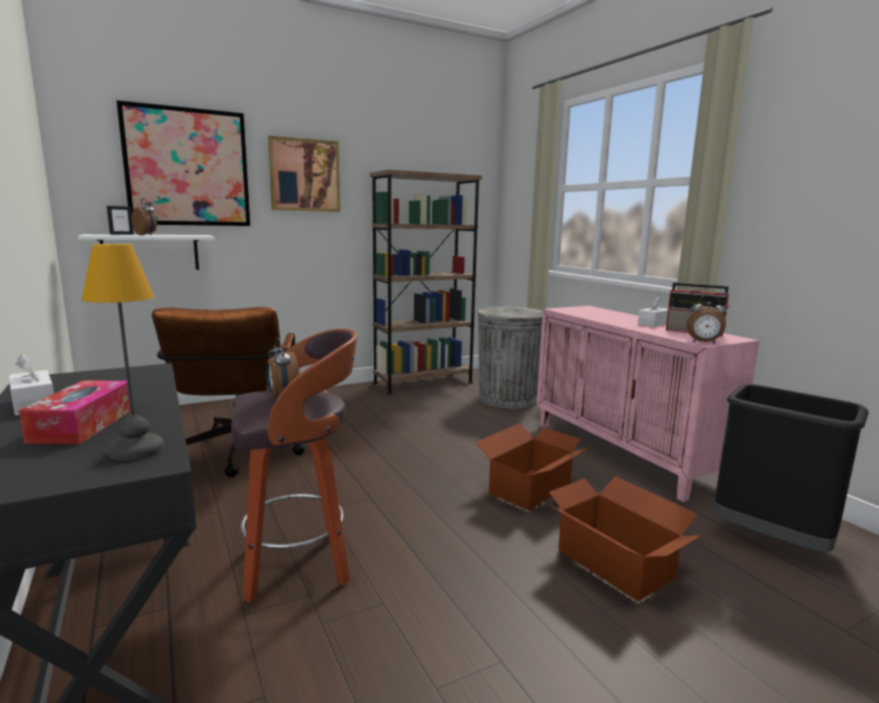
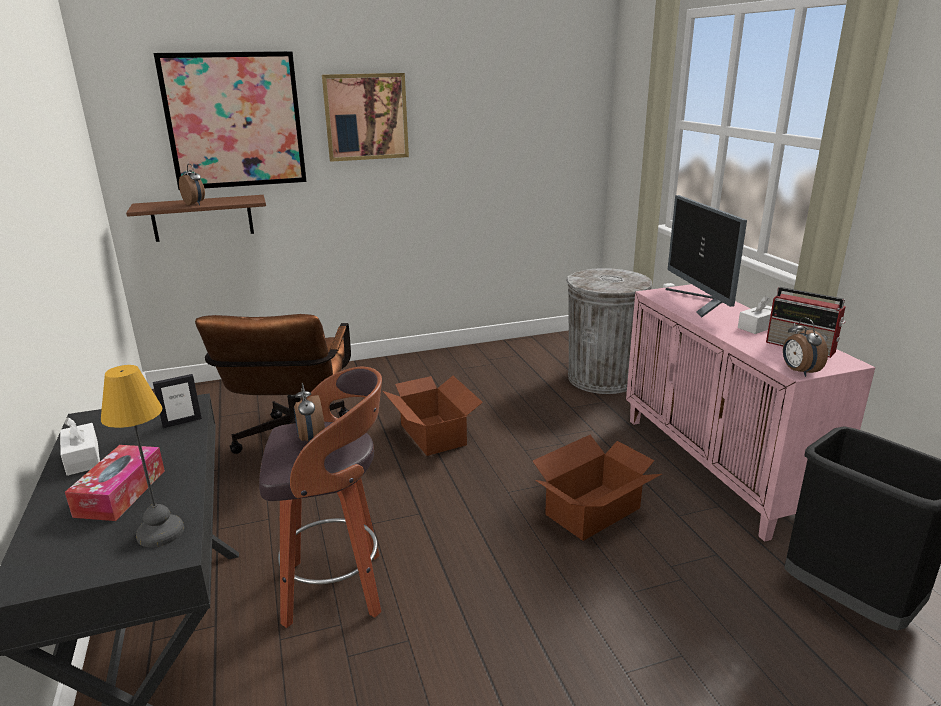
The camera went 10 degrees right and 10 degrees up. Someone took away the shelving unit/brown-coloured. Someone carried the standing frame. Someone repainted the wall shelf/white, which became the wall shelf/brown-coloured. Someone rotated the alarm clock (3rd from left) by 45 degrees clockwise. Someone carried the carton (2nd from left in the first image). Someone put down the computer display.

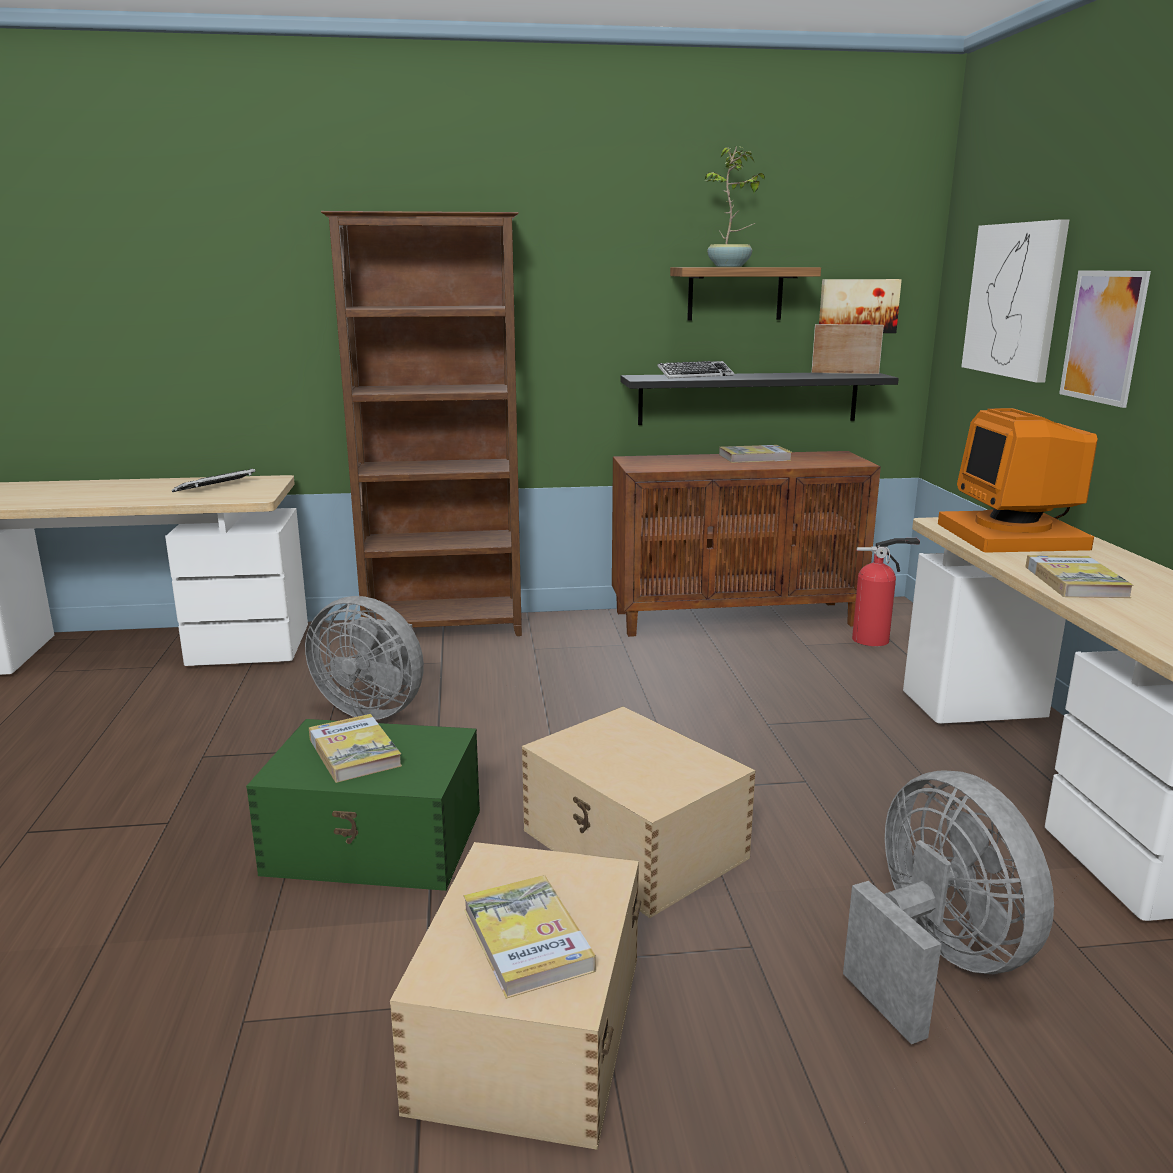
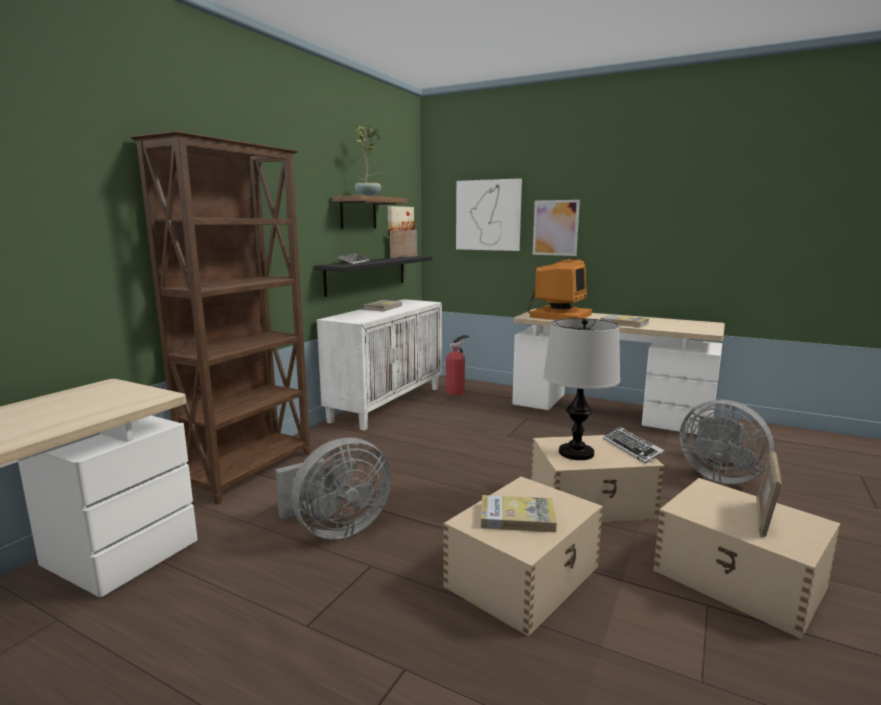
The camera went 55 degrees left and 5 degrees down. Someone rotated the computer display by 90 degrees counterclockwise. Someone repainted the cabinet/brown-coloured, which became the cabinet/white. Someone carried the PC keyboard (1st from left in the first image). Someone repainted the storage bin/green-coloured, which became the storage bin/sand-coloured (1st from left). Someone rotated the cooling fan/greyish (2nd from left) by 150 degrees counterclockwise. Someone swapped the book (2nd from left) for the standing frame (2nd from left). Someone put down the table lamp.

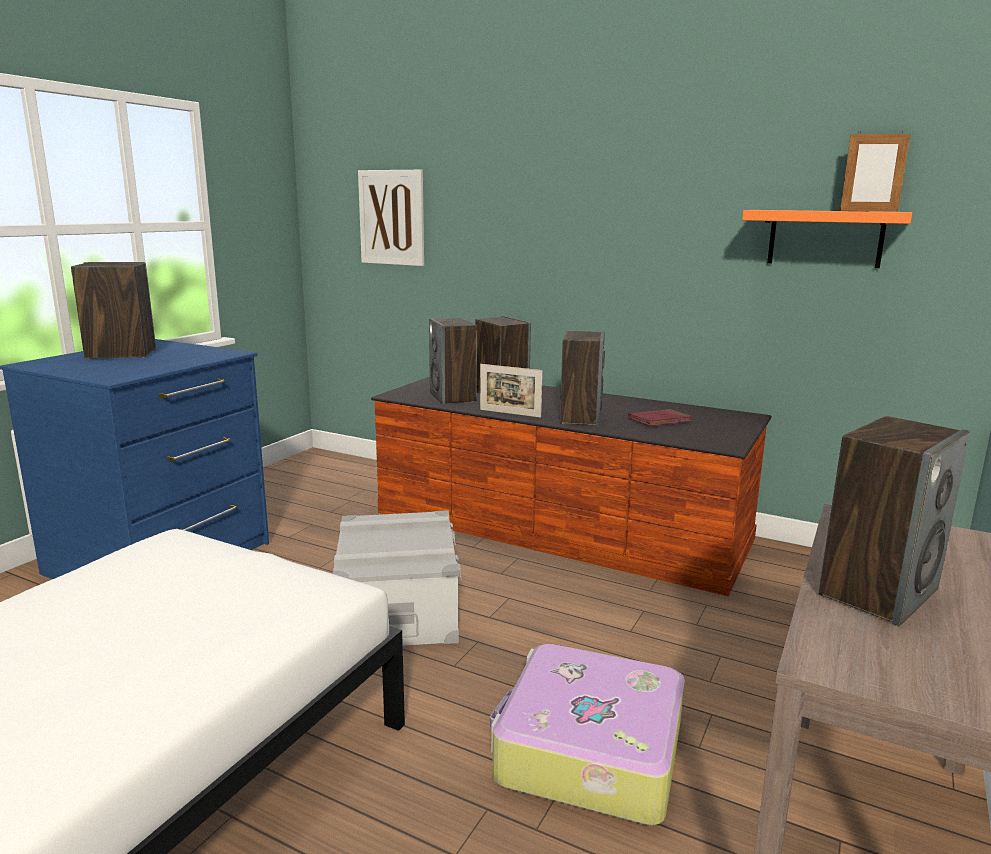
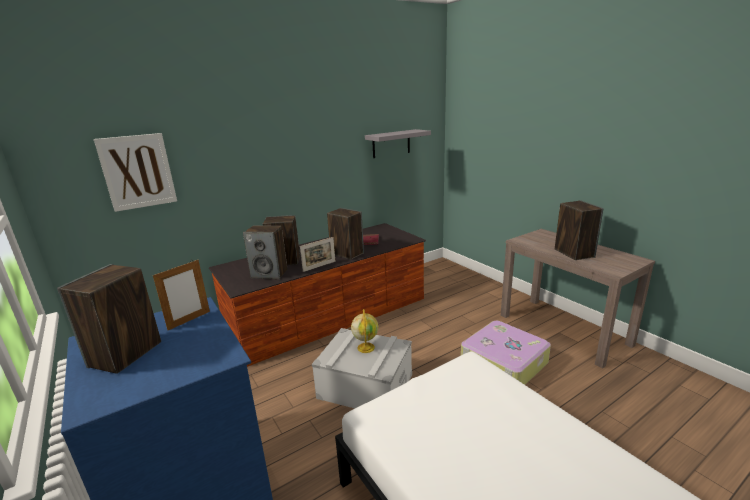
The camera went 60 degrees left and 5 degrees up. Someone carried the standing frame (2nd from left in the first image). Someone repainted the wall shelf/orange-coloured, which became the wall shelf/greyish. Someone put down the desk globe.

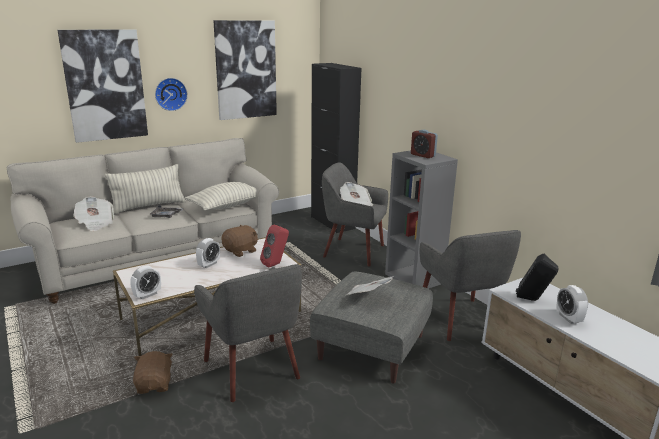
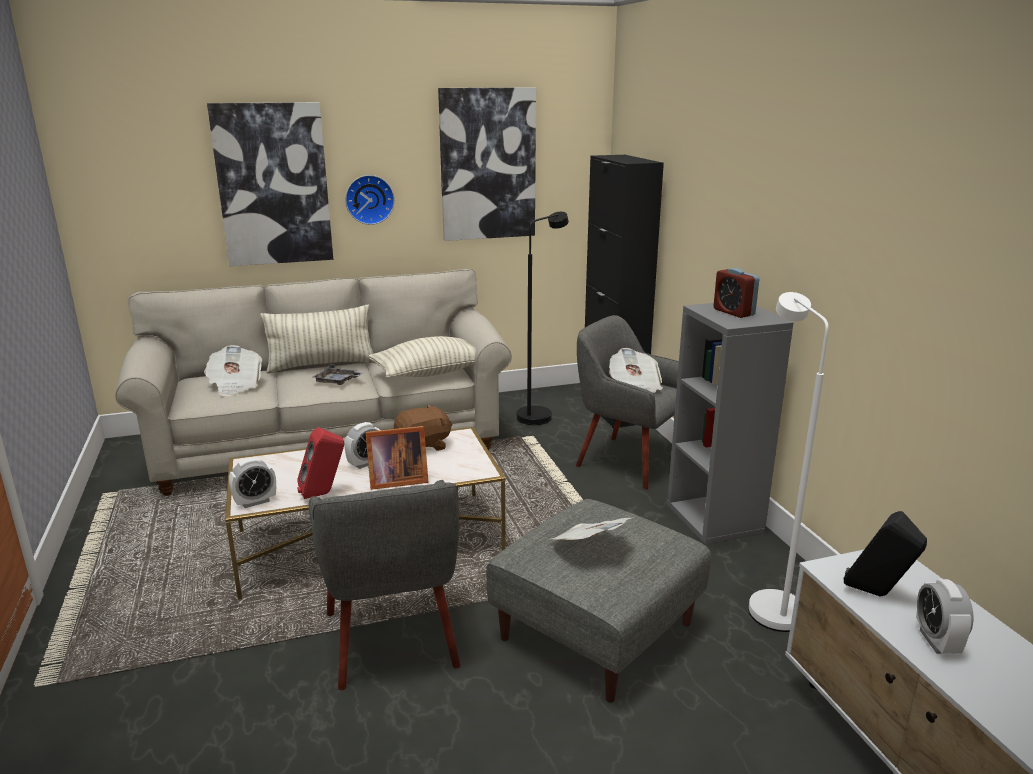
The camera went 15 degrees right and 0 degrees up. Someone carried the speaker/red. Someone swapped the easy chair/greyish (3rd from left) for the standard lamp/white. Someone took away the cuddly toy/brown-coloured (1st from left). Someone put down the standard lamp/blackish. Someone put down the standing frame.

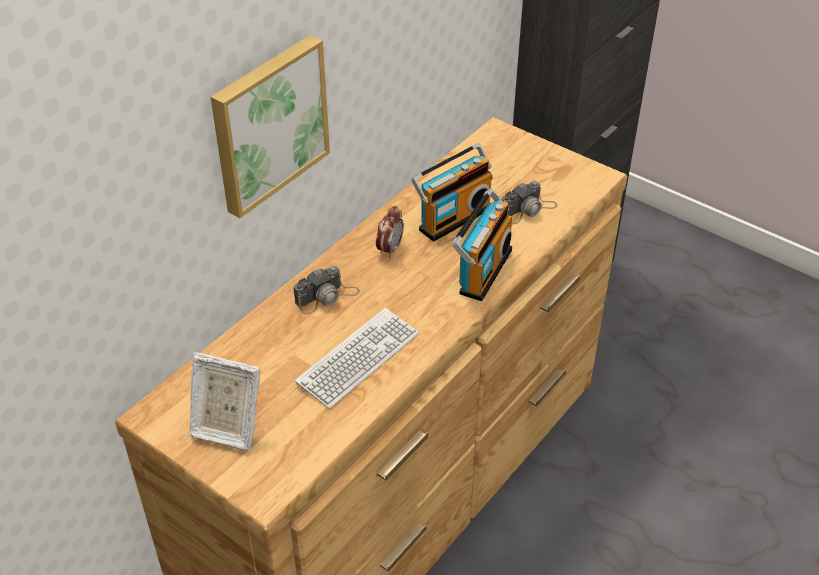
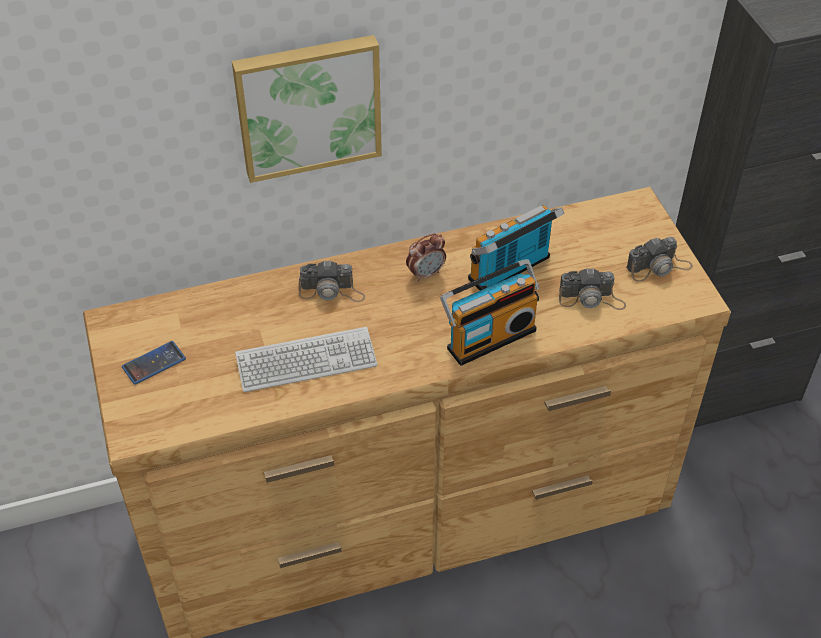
The camera went 35 degrees right and 5 degrees up. Someone rotated the radio set (1st from left in the first image) by 150 degrees clockwise. Someone swapped the standing frame for the phone. Someone put down the photo camera (3rd from left).

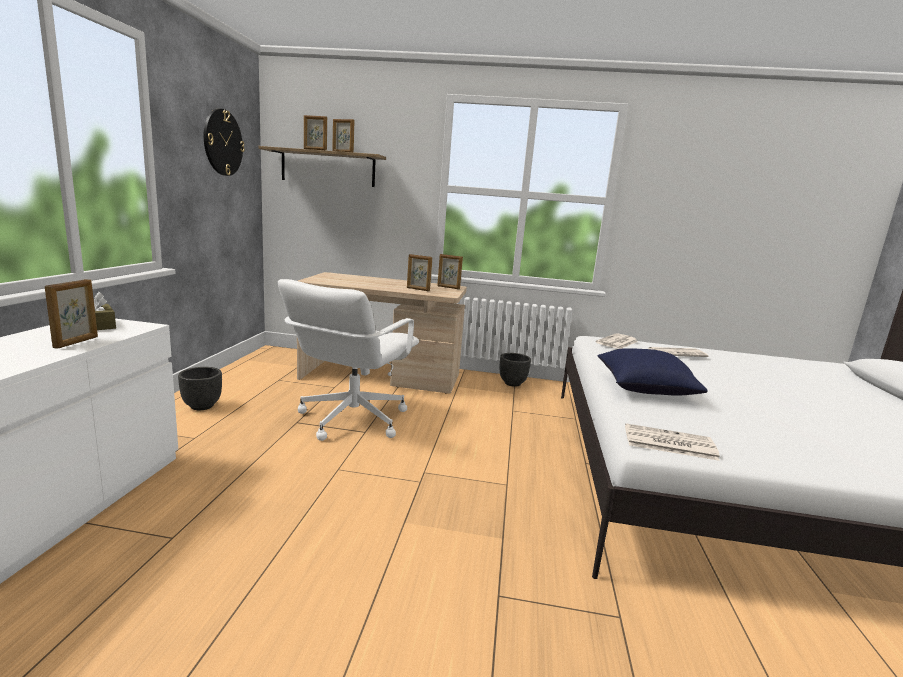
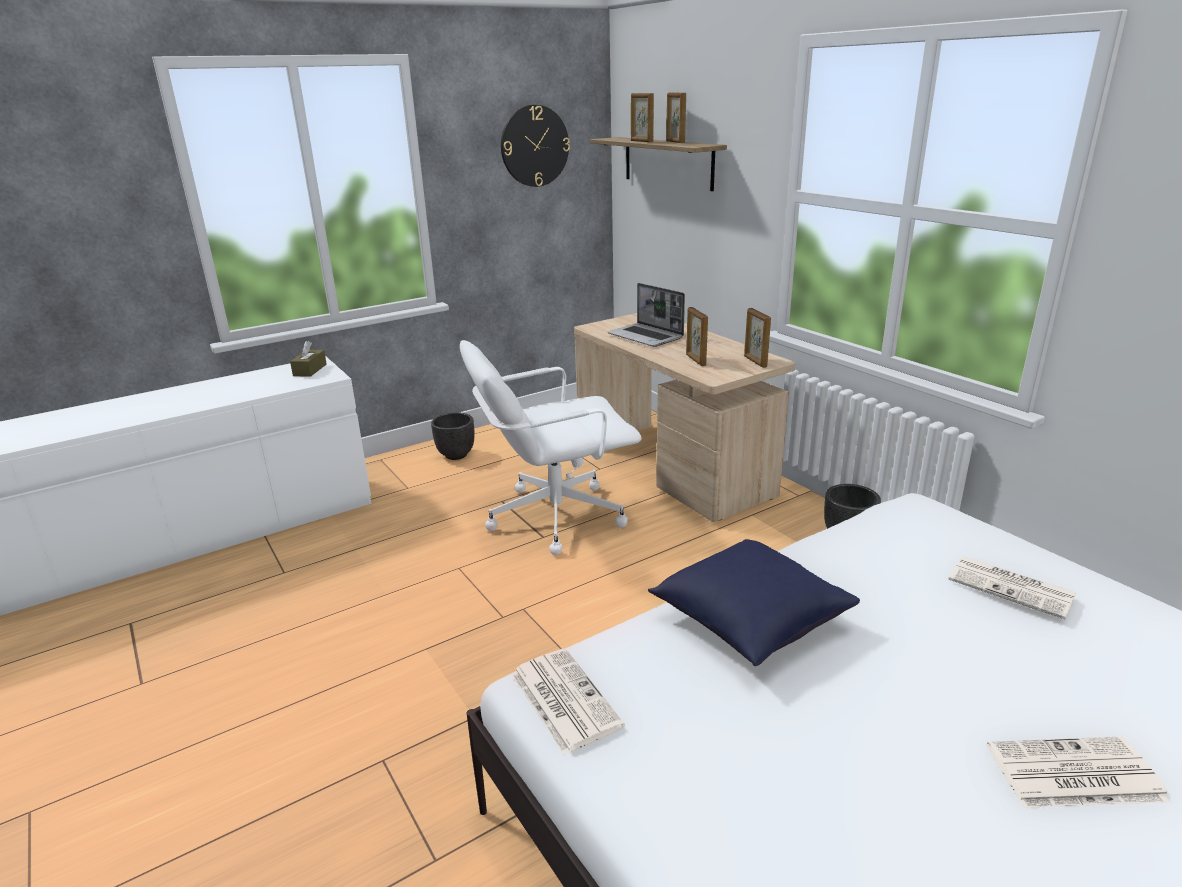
The camera went 50 degrees right and 10 degrees up. Someone took away the standing frame (1st from left). Someone carried the printed paper (1st from left in the first image). Someone put down the notebook computer.

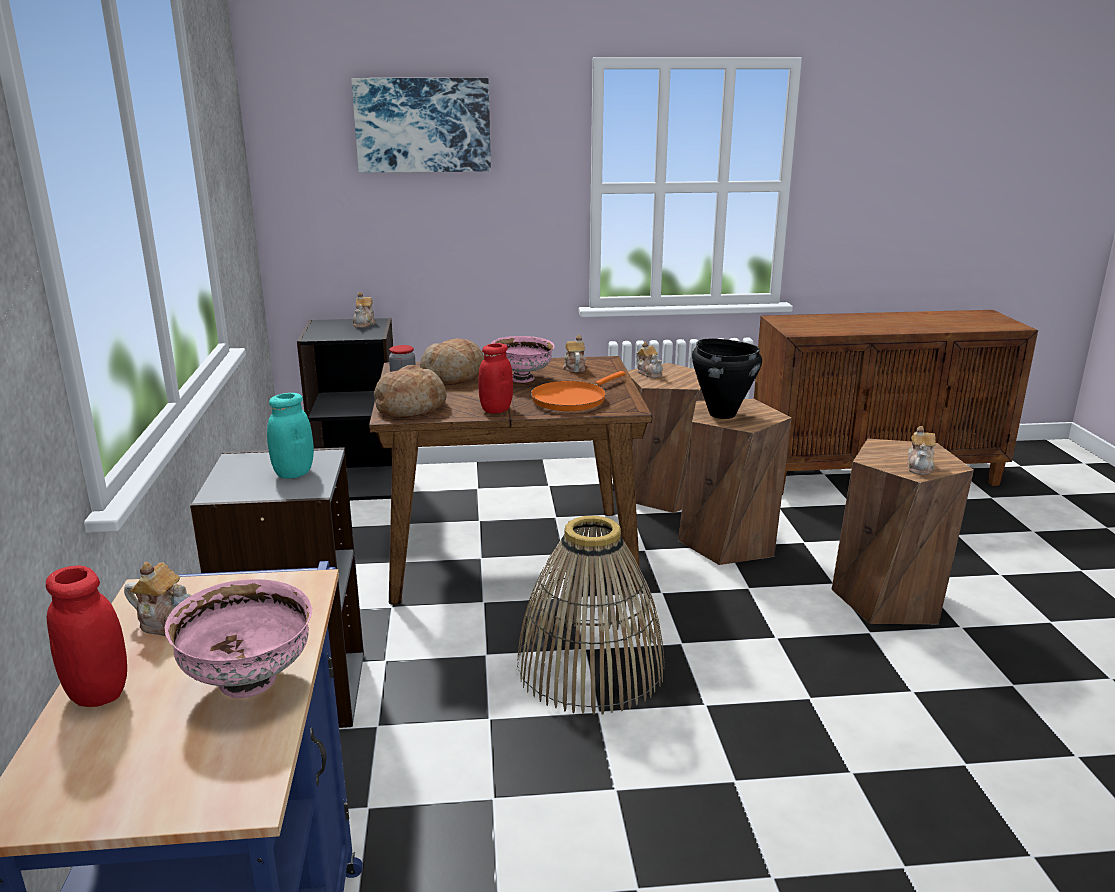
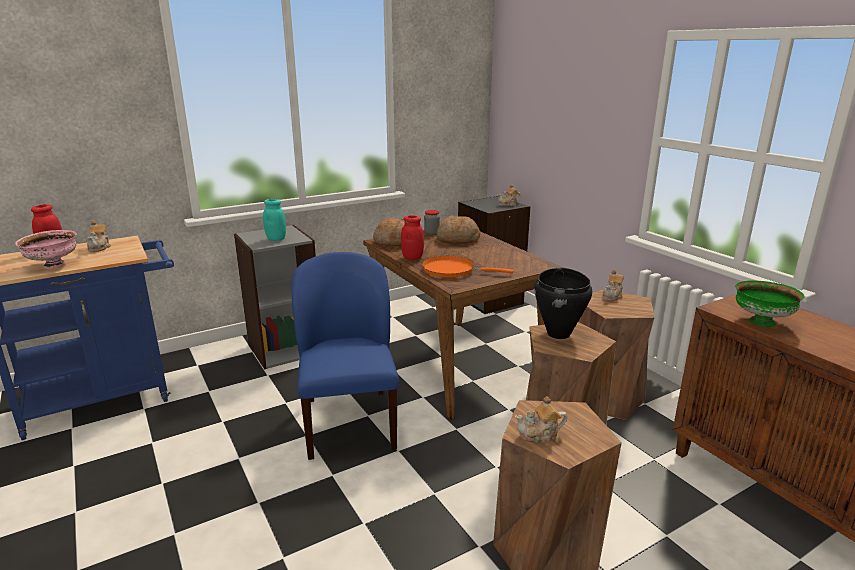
The camera went 65 degrees right and 0 degrees up. Someone took away the wall art. Someone took away the pot for tea (3rd from left). Someone took away the deep dish/pink-coloured (2nd from left). Someone swapped the household basket for the upright chair/blue-coloured. Someone put down the deep dish/green-coloured.

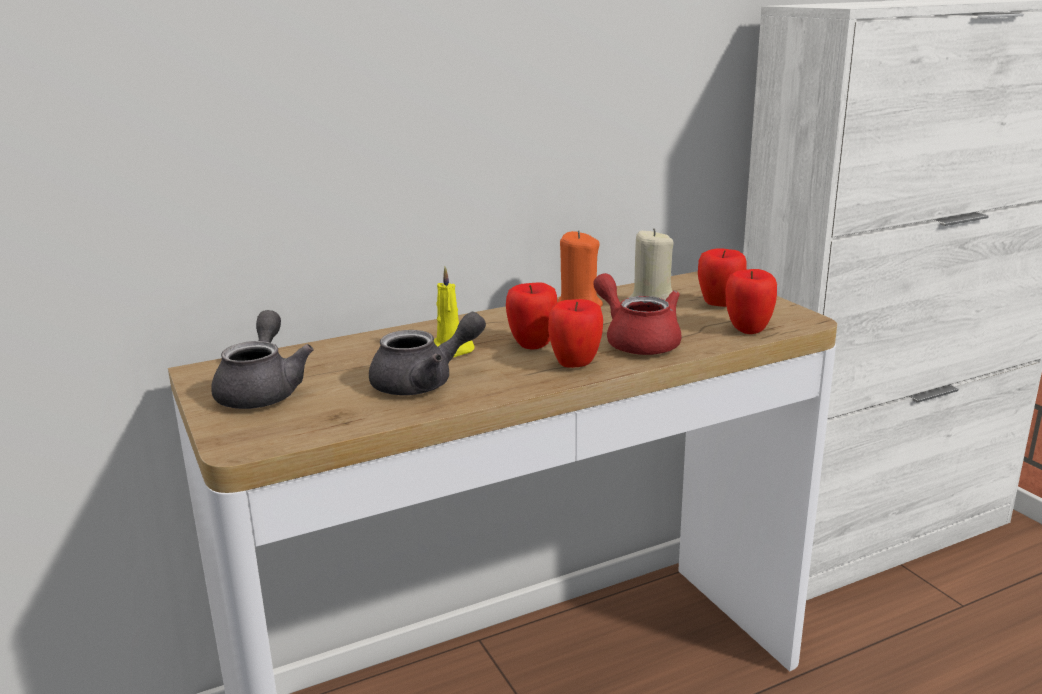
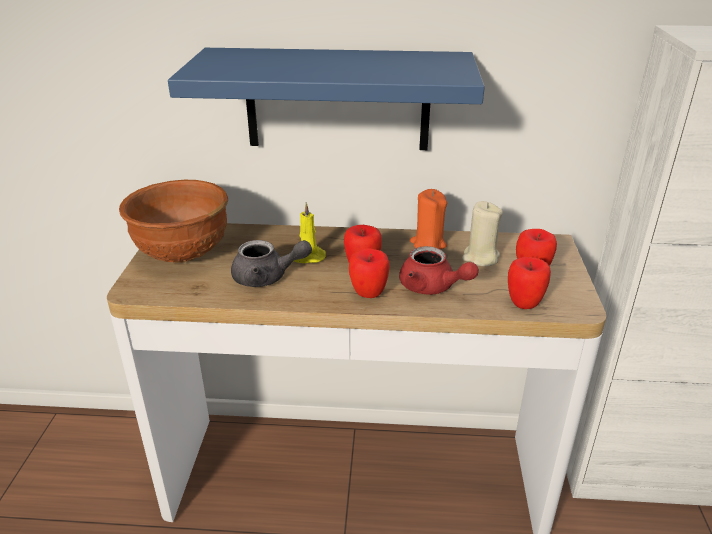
The camera went 30 degrees right and 10 degrees up. Someone rotated the pot for tea/red by 135 degrees clockwise. Someone swapped the pot for tea/greyish (1st from left) for the deep dish/brown-coloured. Someone put up the wall shelf/blue-coloured.

